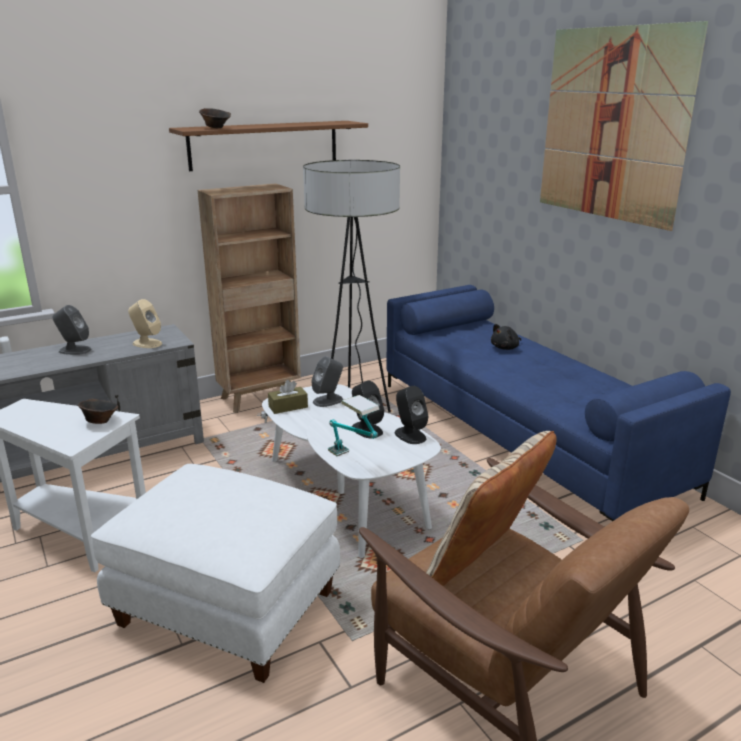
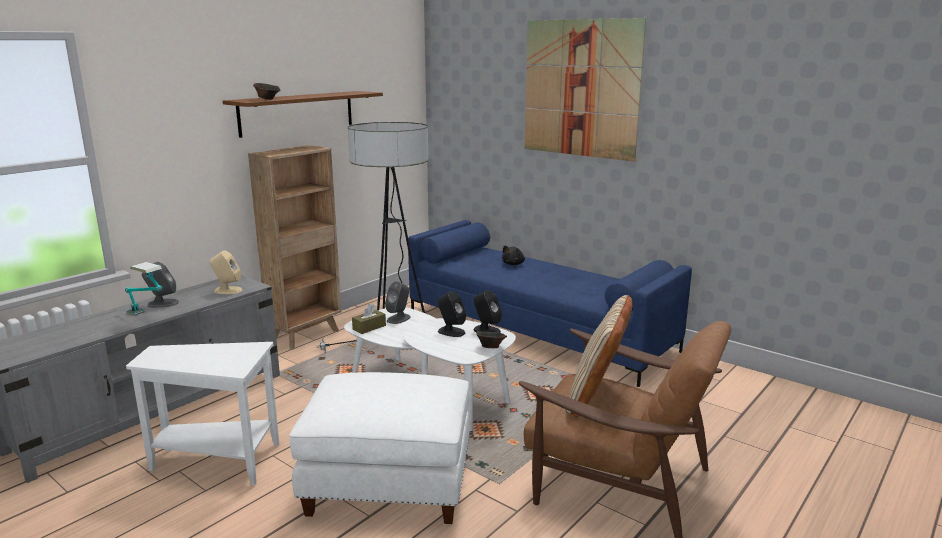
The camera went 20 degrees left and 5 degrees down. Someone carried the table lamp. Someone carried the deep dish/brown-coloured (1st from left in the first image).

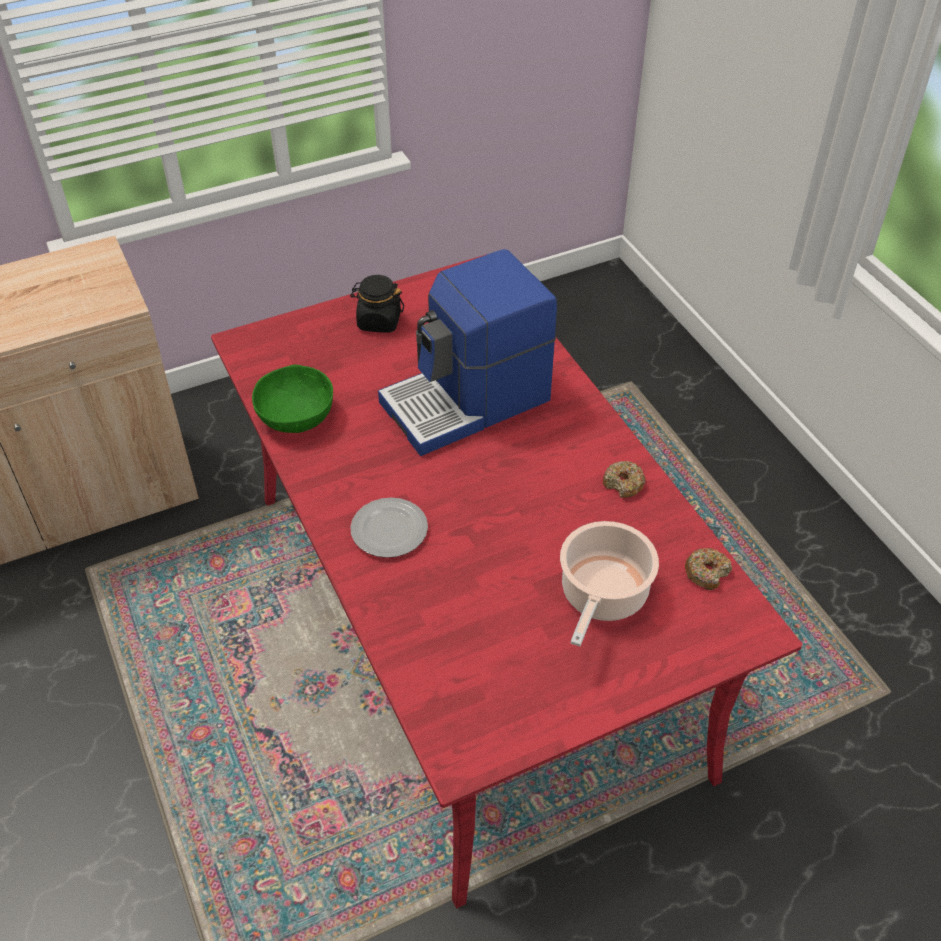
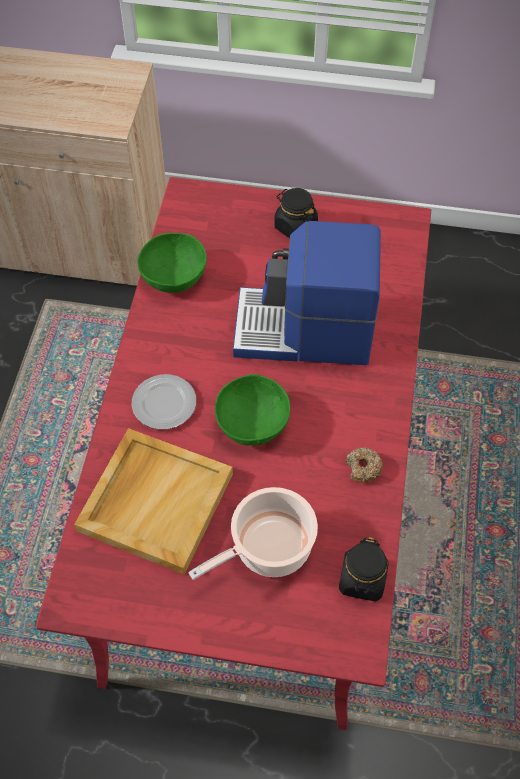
The camera went 35 degrees right and 10 degrees up. Someone swapped the ring doughnut (2nd from left) for the preserve jar/blackish (2nd from left). Someone put down the deep dish/green-coloured (2nd from left). Someone put down the carrying tray/sand-coloured.

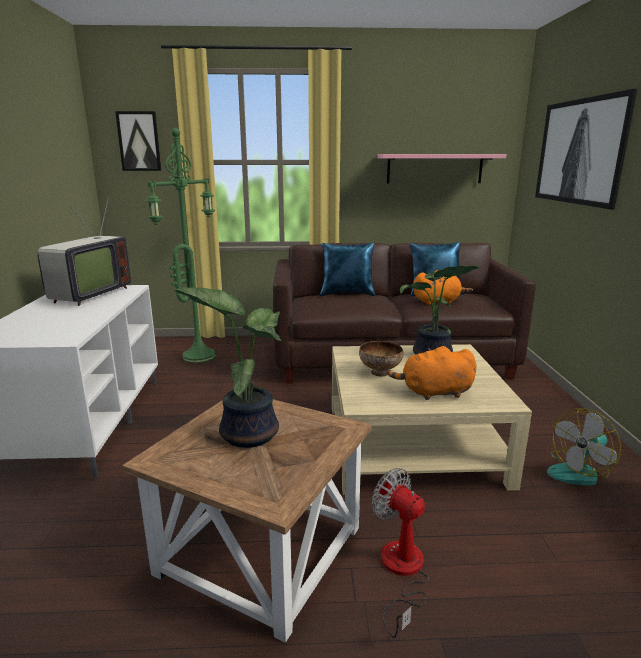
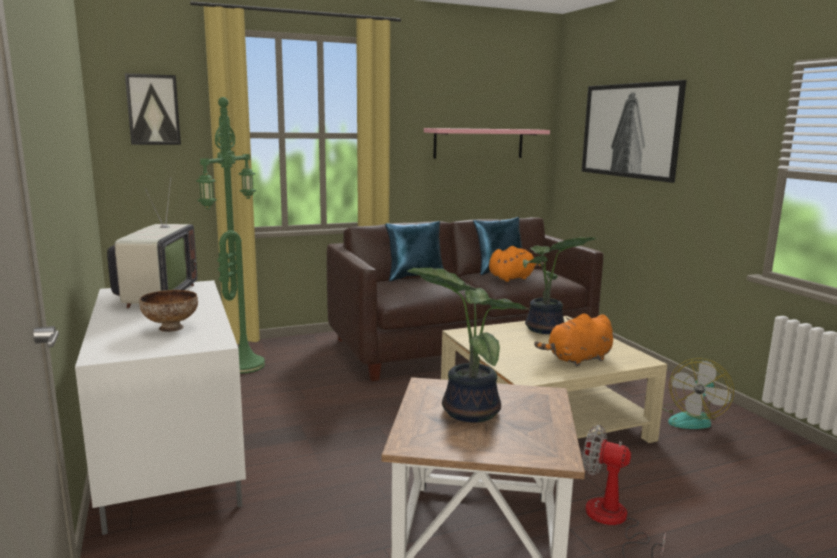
The camera went 20 degrees left and 5 degrees down. Someone carried the deep dish.

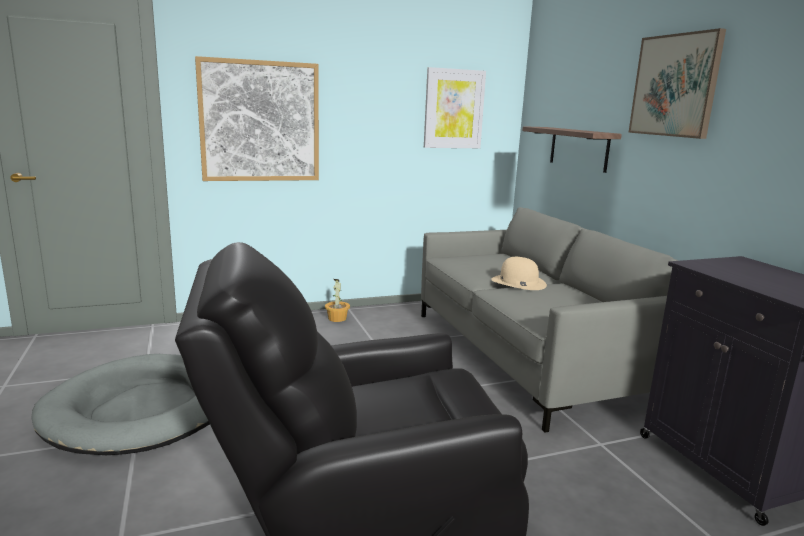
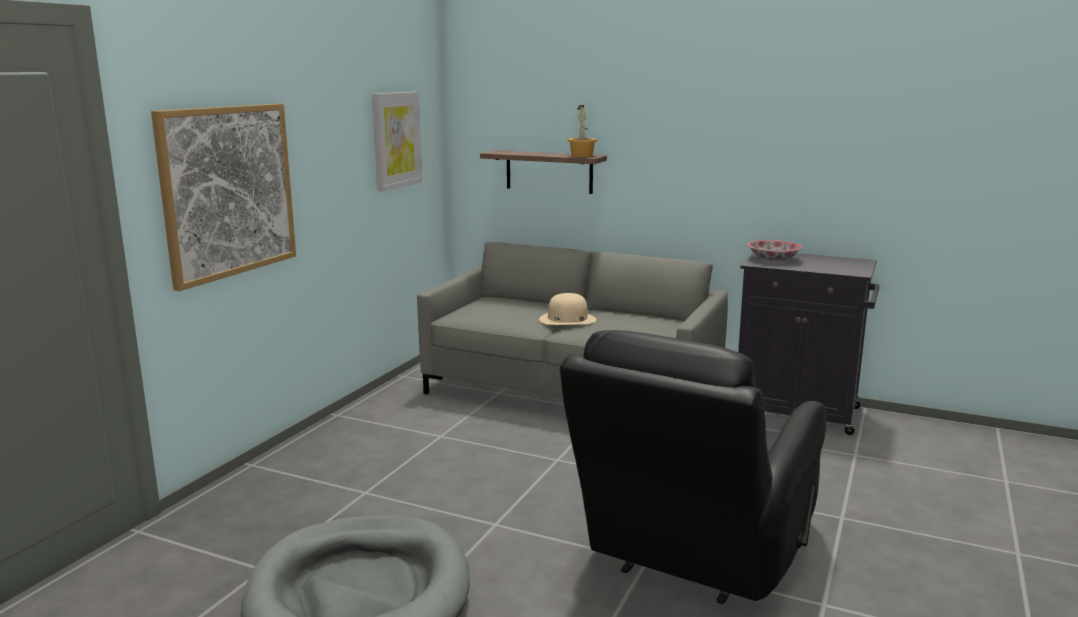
The camera went 45 degrees left and 0 degrees up. Someone took away the wall art (3rd from left). Someone carried the houseplant. Someone put down the deep dish.

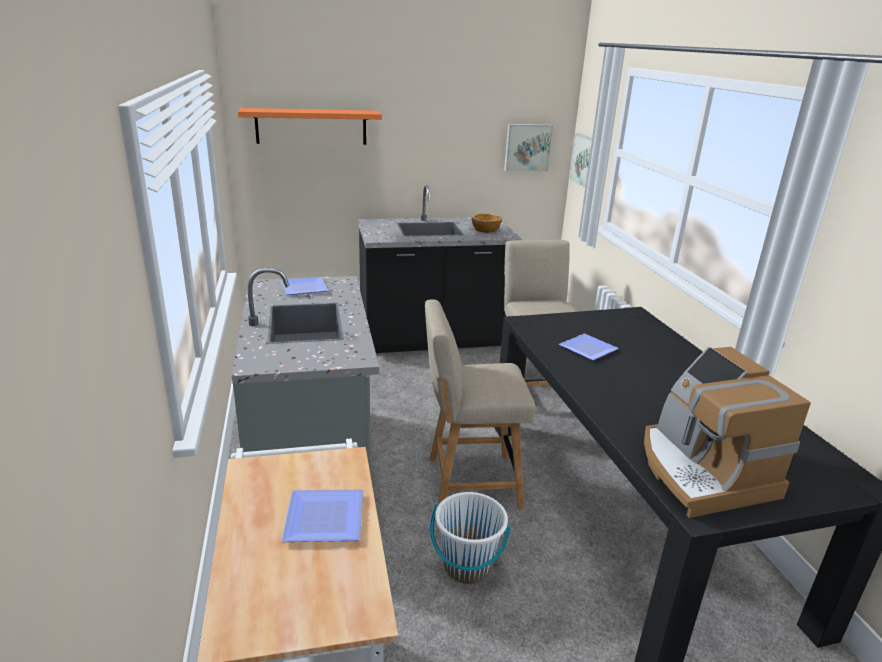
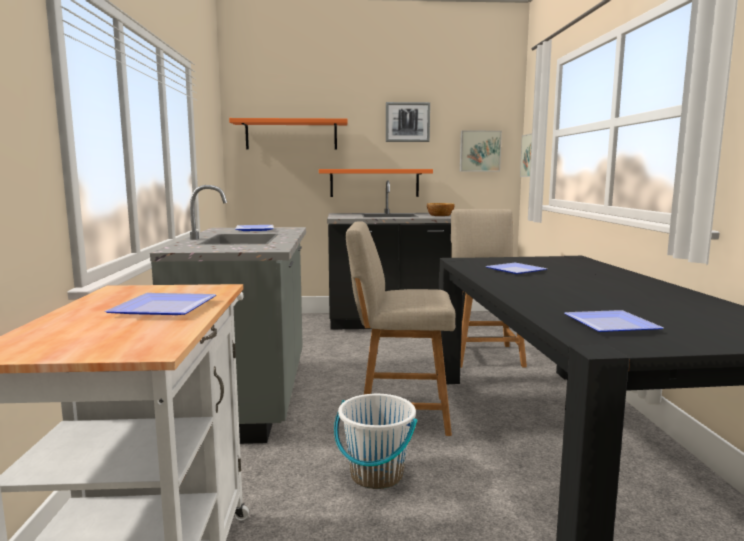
The camera went 10 degrees right and 15 degrees down. Someone swapped the coffee maker for the plate (4th from left). Someone put up the wall art (1st from left). Someone put up the wall shelf/orange-coloured (2nd from left).

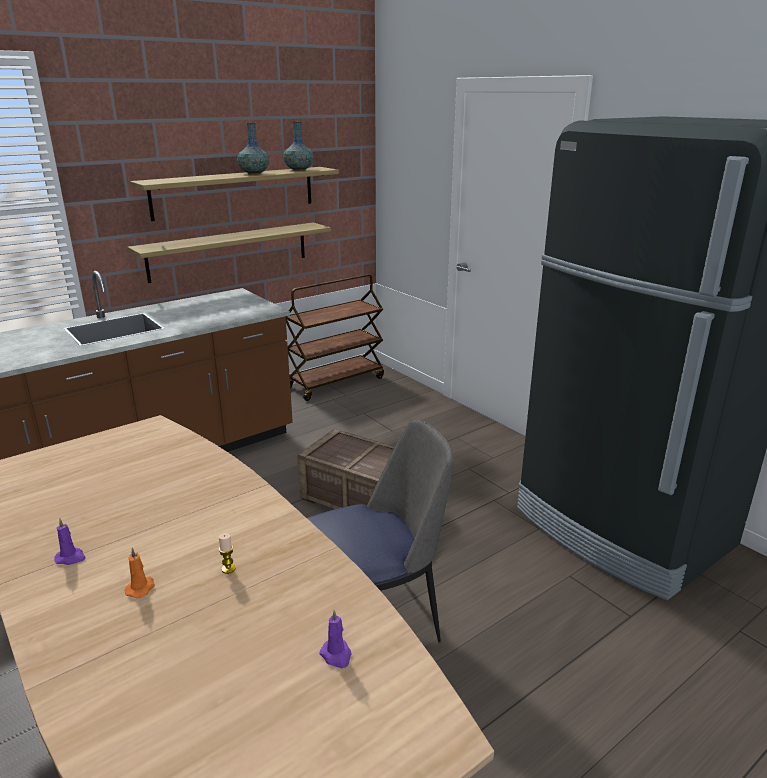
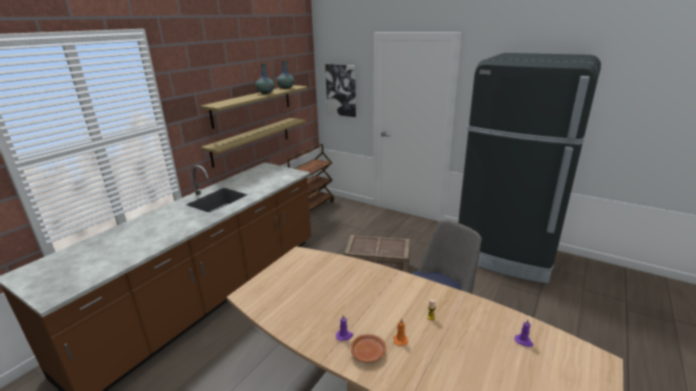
The camera went 20 degrees left and 0 degrees up. Someone put up the wall art. Someone put down the plate/brown-coloured.

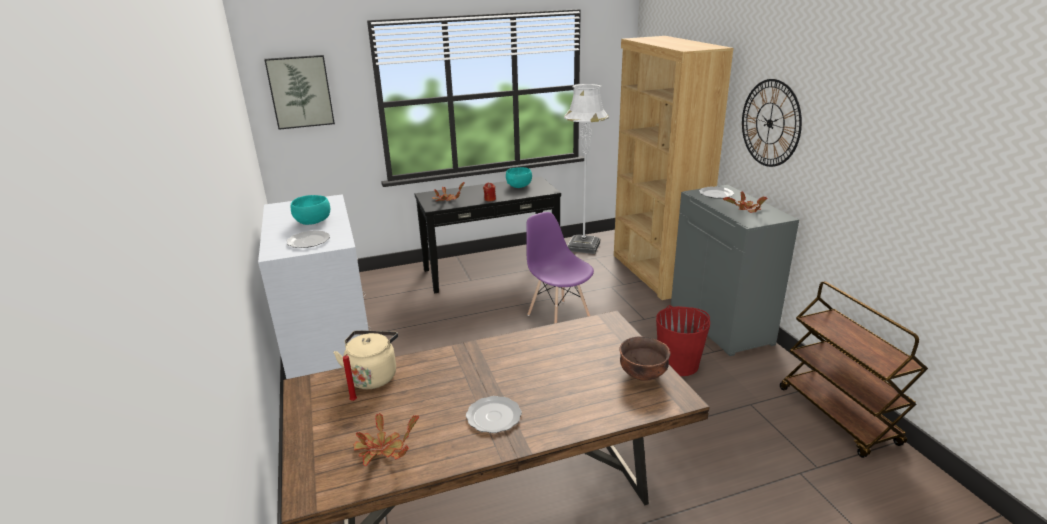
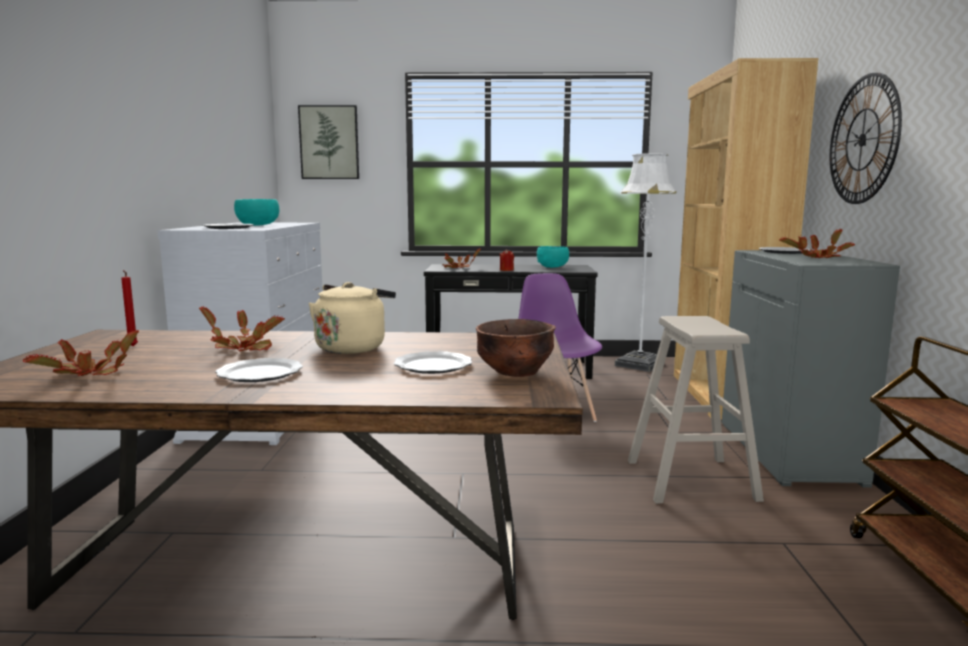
The camera went 20 degrees right and 15 degrees down. Someone swapped the water bucket/red for the stool seat/sand-coloured. Someone carried the water kettle/sand-coloured. Someone put down the houseplant (2nd from left). Someone put down the plate (3rd from left).

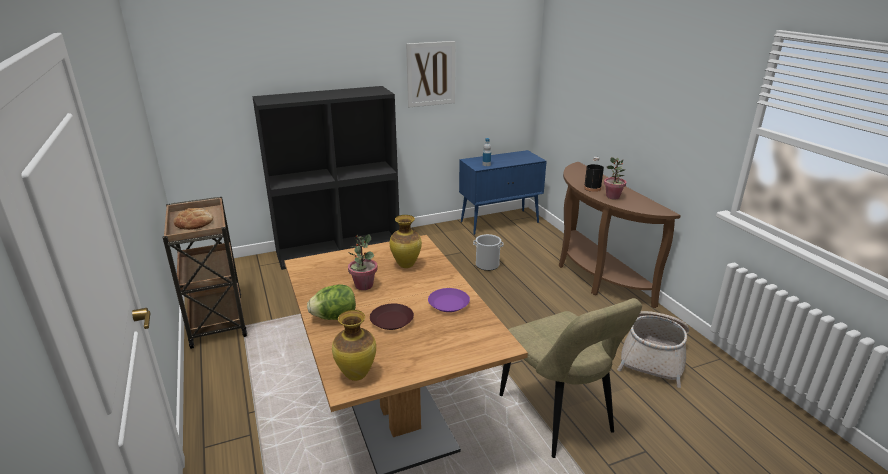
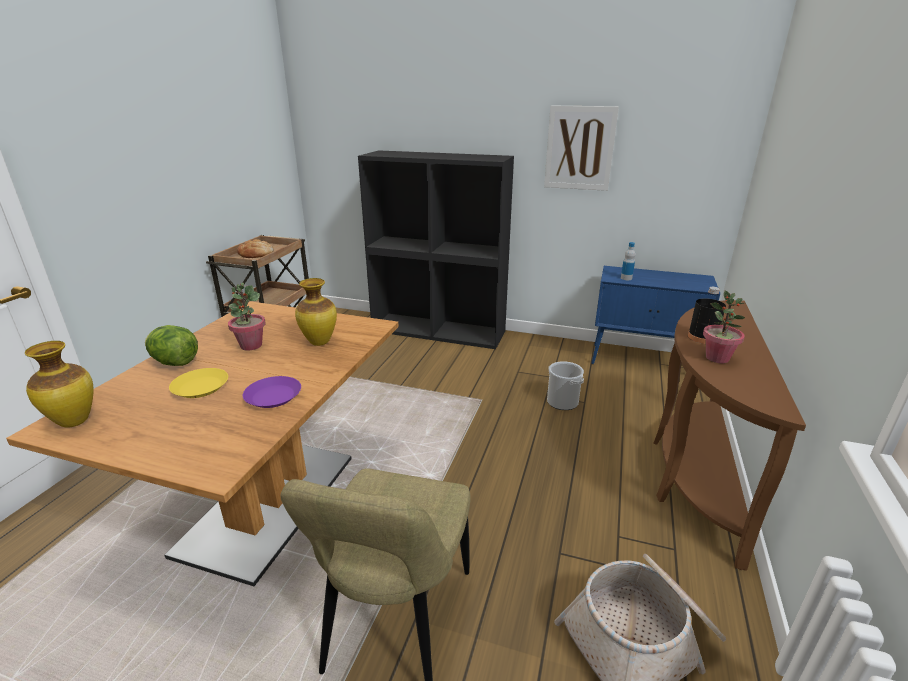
The camera went 40 degrees right and 0 degrees up. Someone repainted the plate/brown-coloured, which became the plate/yellow.

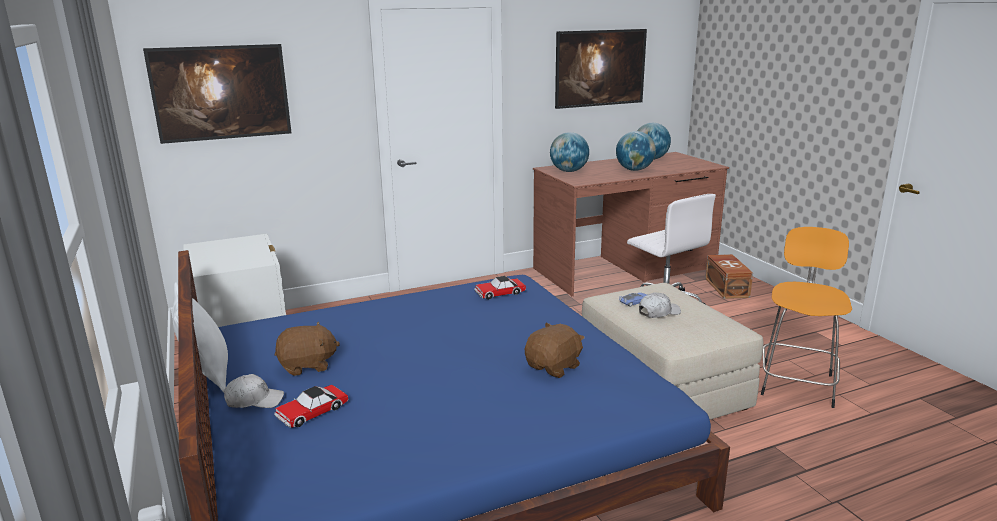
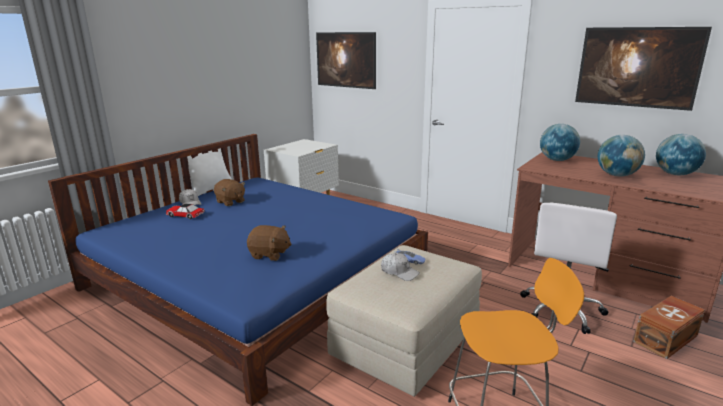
The camera went 60 degrees right and 0 degrees up. Someone took away the miniature car (2nd from left).

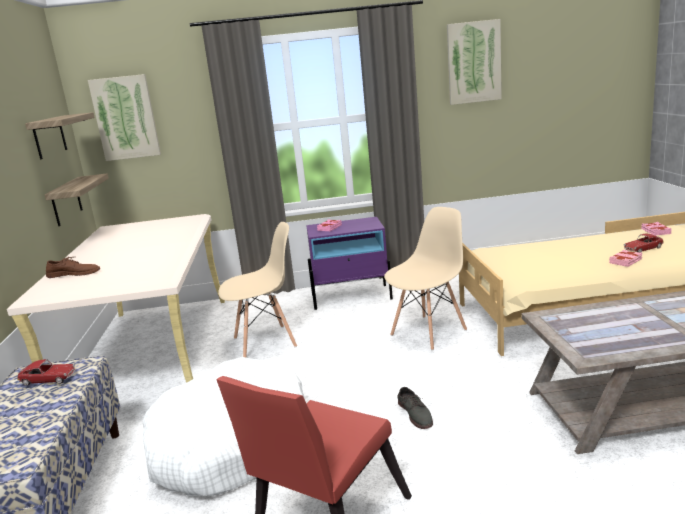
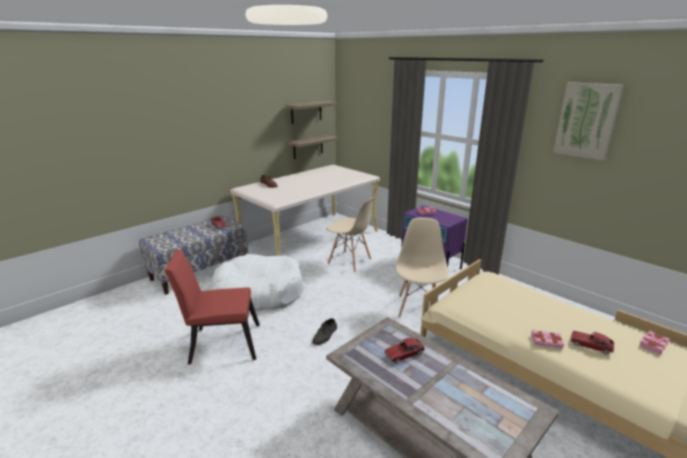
The camera went 50 degrees right and 5 degrees up. Someone took away the wall art (1st from left). Someone rotated the upright chair/sand-coloured (2nd from left) by 90 degrees counterclockwise. Someone put down the miniature car (2nd from left).

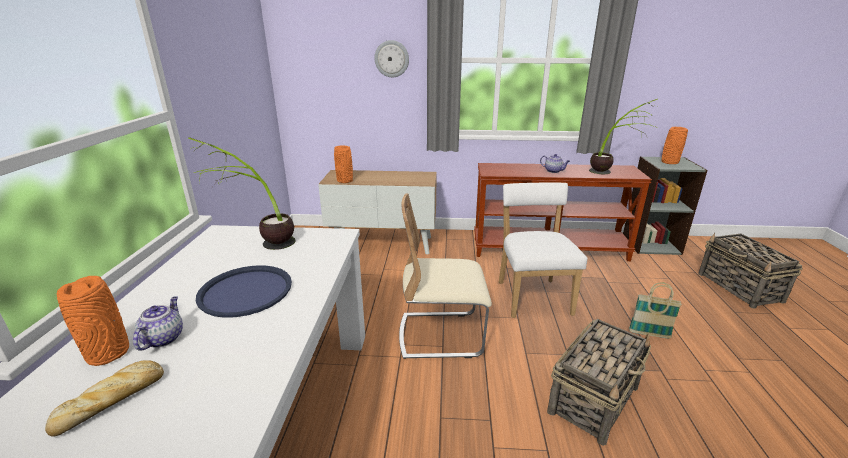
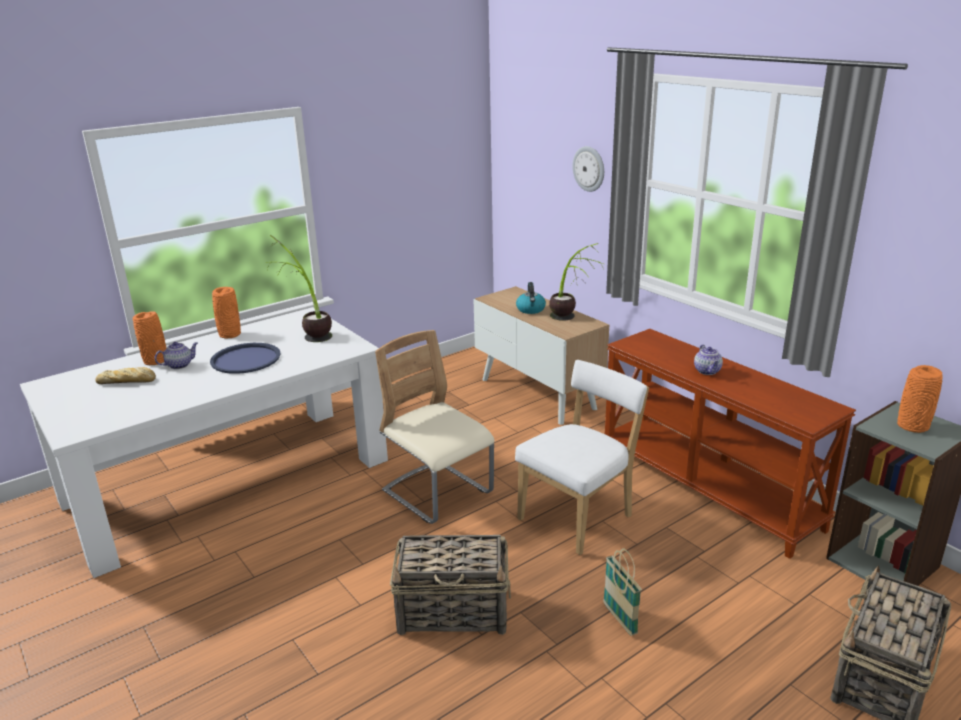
The camera went 50 degrees right and 0 degrees up. Someone carried the houseplant (2nd from left). Someone carried the flower vase/orange-coloured (2nd from left). Someone put down the water kettle.

